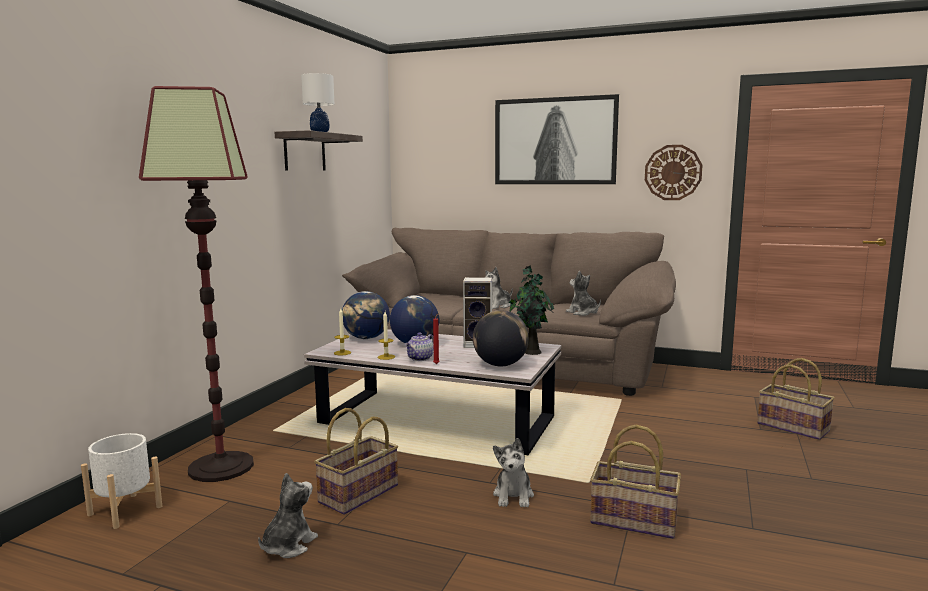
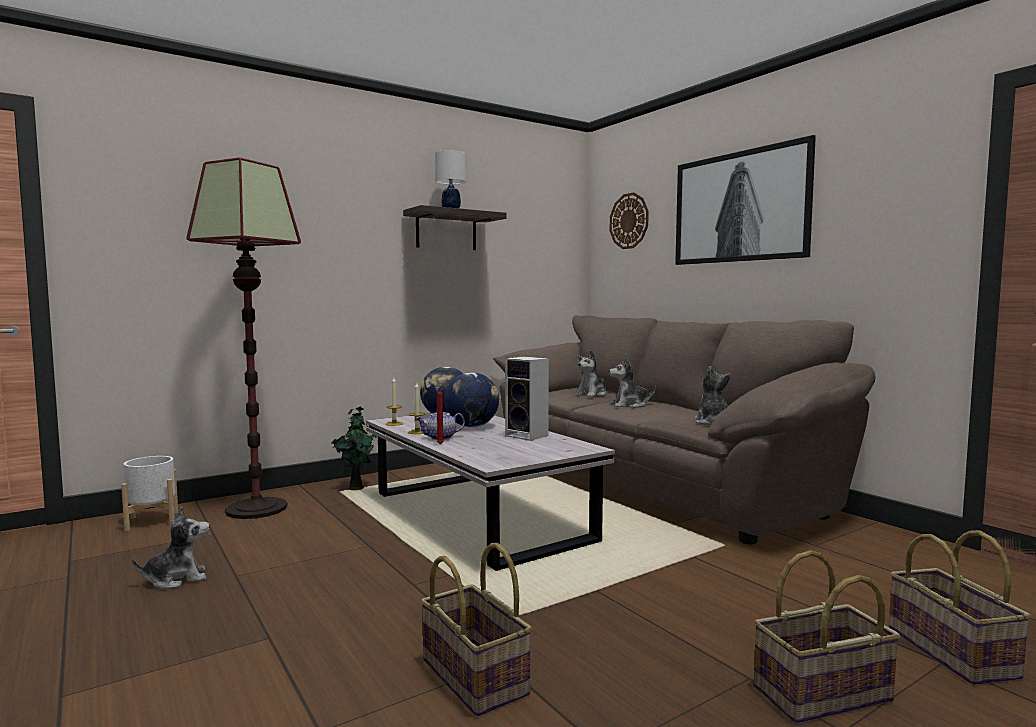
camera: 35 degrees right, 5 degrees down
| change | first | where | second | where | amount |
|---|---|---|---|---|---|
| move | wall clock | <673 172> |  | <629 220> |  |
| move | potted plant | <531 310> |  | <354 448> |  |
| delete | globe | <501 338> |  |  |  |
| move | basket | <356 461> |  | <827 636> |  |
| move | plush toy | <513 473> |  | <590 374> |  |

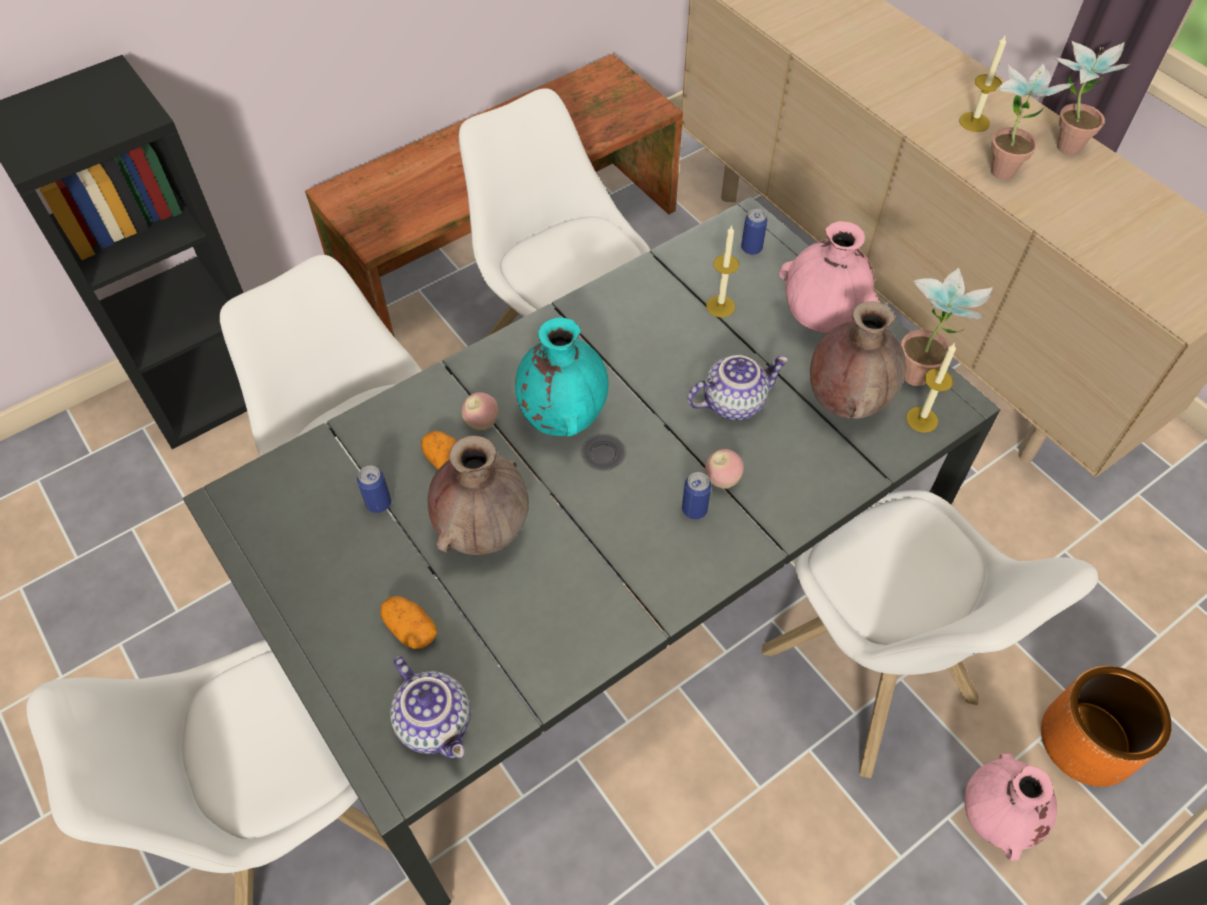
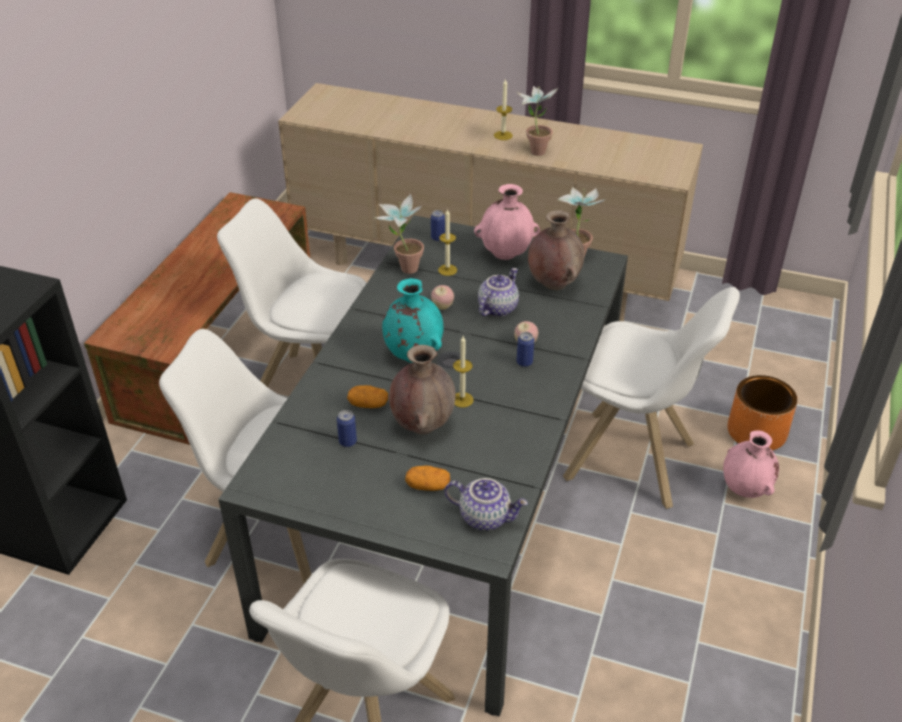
camera: 35 degrees left, 15 degrees down
| change | first | where | second | where | amount |
|---|---|---|---|---|---|
| move | potted plant | <1092 97> |  | <399 233> |  |
| move | candle | <931 387> |  | <463 371> |  |
| move | apple | <480 411> |  | <442 297> |  |

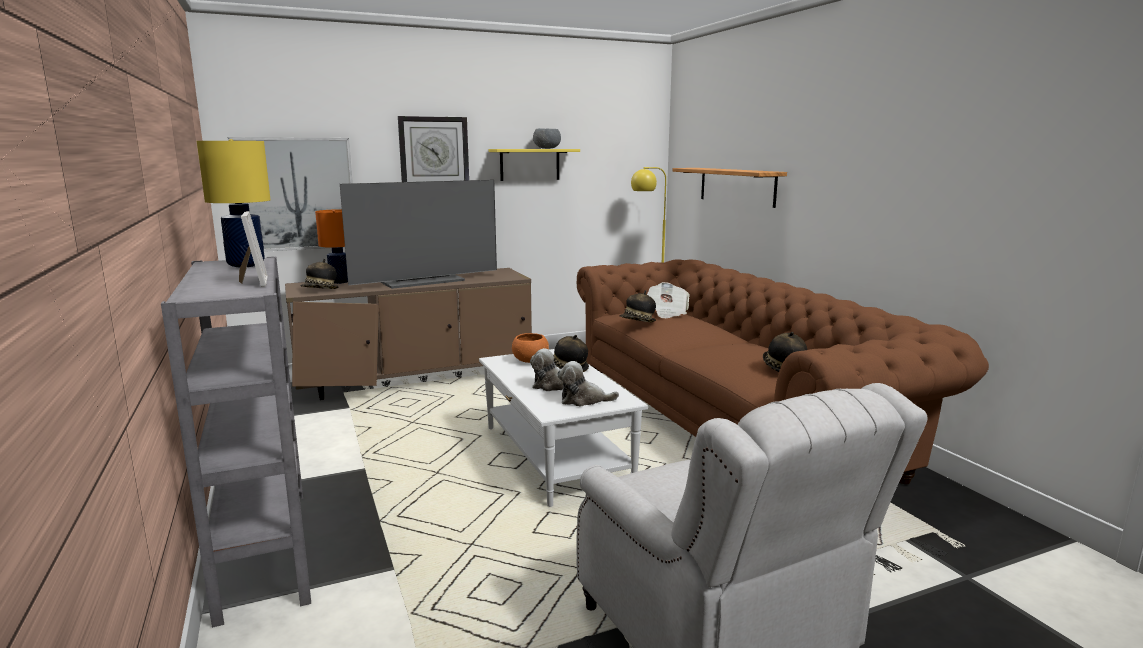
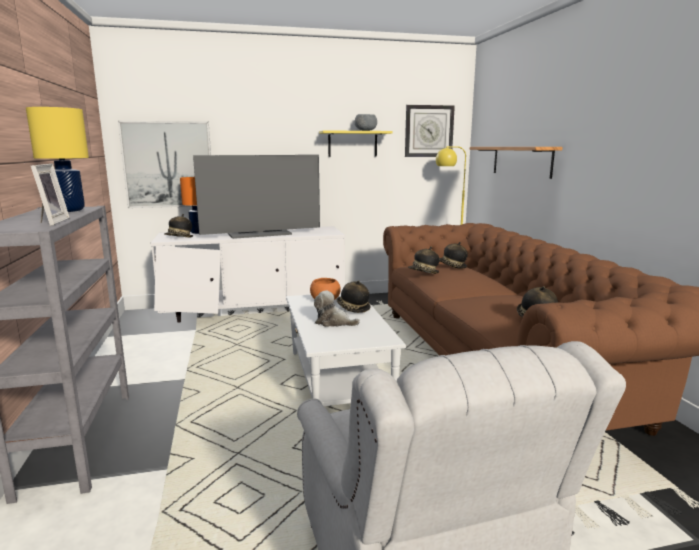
camera: 10 degrees right, 0 degrees up
| change | first | where | second | where | amount |
|---|---|---|---|---|---|
| move | wall clock | <433 149> |  | <430 131> |  |
| recolor | tv stand in brown | <408 334> | tv stand in white | <248 274> |  |
| replace | newspaper | <668 300> | hat | <453 255> |  |
| delete | plush toy | <588 384> |  |  |  |

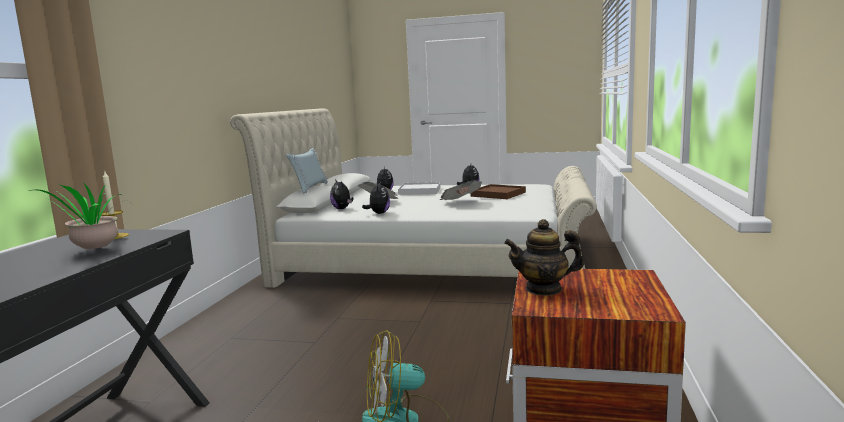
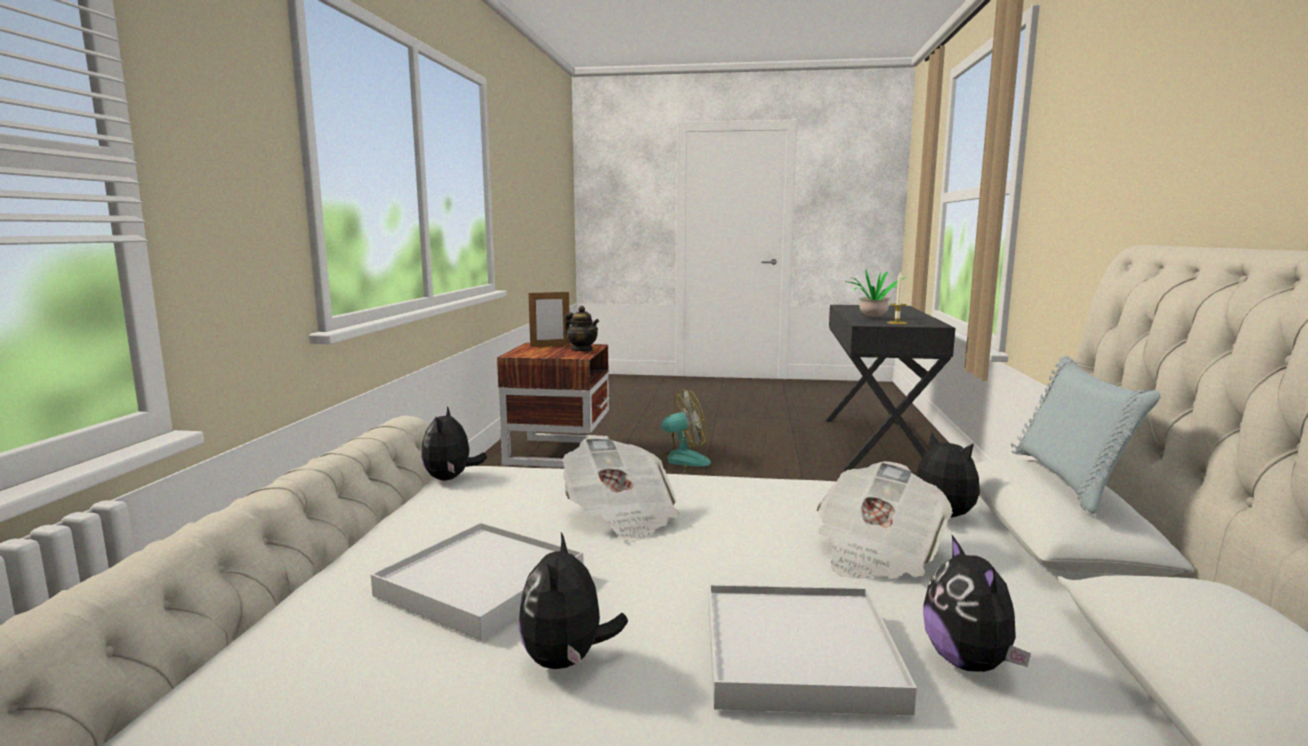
camera: 175 degrees right, 0 degrees up
| change | first | where | second | where | amount |
|---|---|---|---|---|---|
| move | plush toy | <376 197> |  | <454 444> |  |
| recolor | tray in brown | <498 191> | tray in white | <477 581> |  |
| rotate | teapot | <544 257> |  | <582 328> | 45 degrees clockwise |
| insert |  |  | picture frame | <549 318> |  |

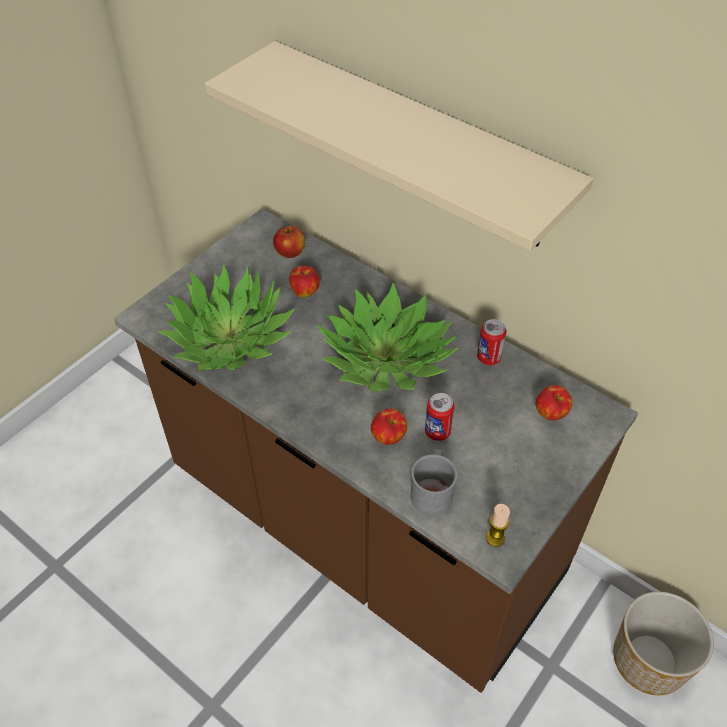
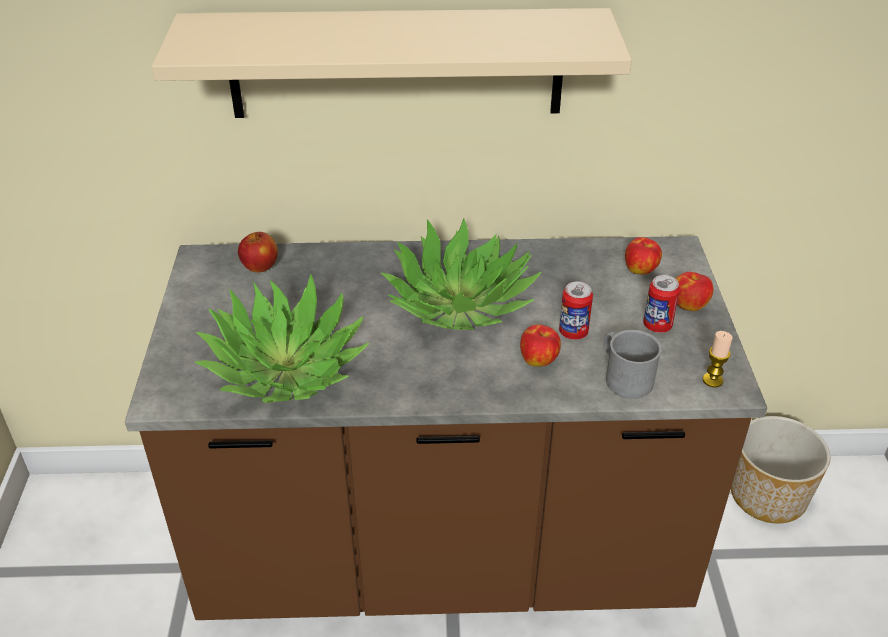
camera: 40 degrees left, 10 degrees down
| change | first | where | second | where | amount |
|---|---|---|---|---|---|
| move | apple | <304 282> |  | <694 291> |  |
| move | can | <492 342> |  | <661 304> |  |

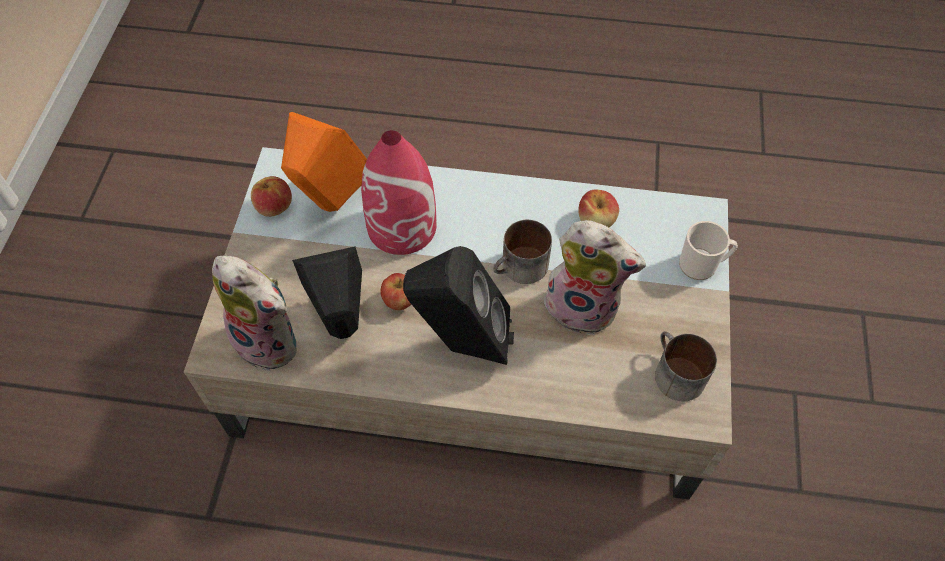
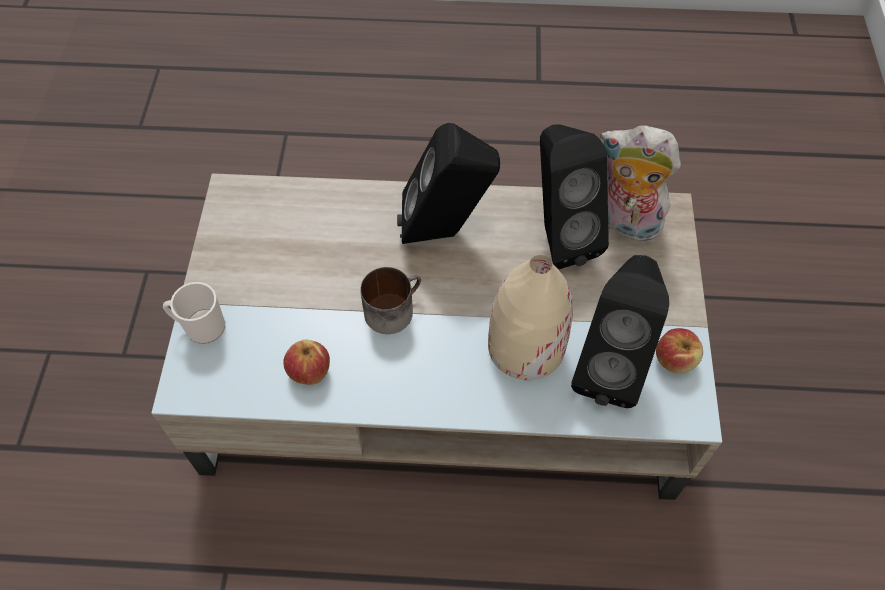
camera: 175 degrees right, 0 degrees up
| change | first | where | second | where | amount |
|---|---|---|---|---|---|
| recolor | speaker in orange | <324 162> | speaker in black | <620 331> |  |
| recolor | vase in red | <399 192> | vase in beige | <530 317> |  |
| delete | plush toy | <593 277> |  |  |  |
| delete | apple | <395 291> |  |  |  |
| delete | mug | <686 366> |  |  |  |

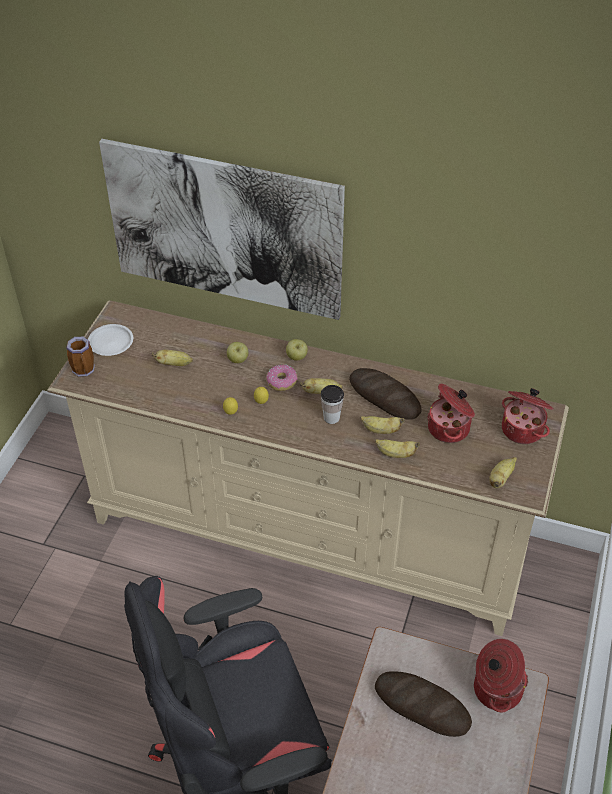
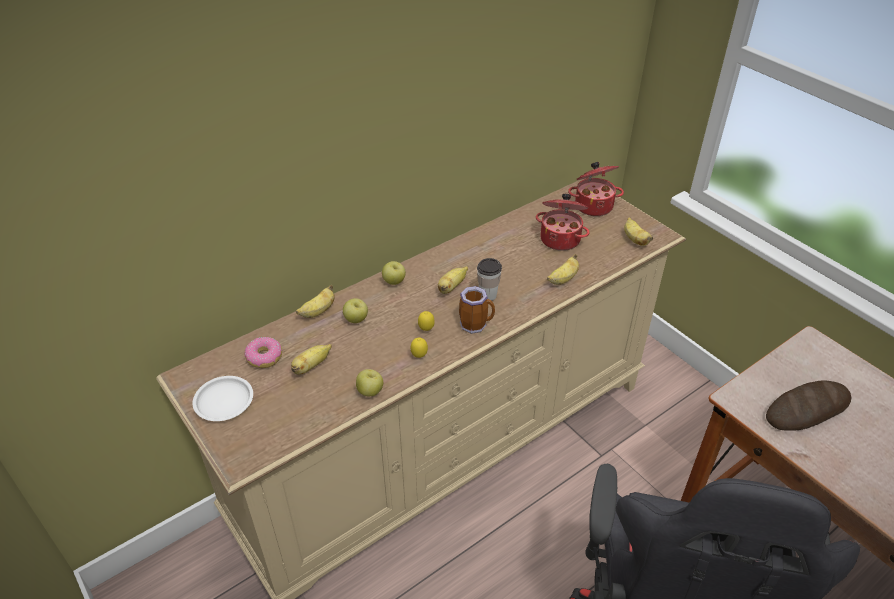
camera: 55 degrees left, 5 degrees down
| change | first | where | second | where | amount |
|---|---|---|---|---|---|
| delete | picture | <222 229> |  |  |  |
| move | mug | <80 357> |  | <477 310> |  |
| move | donut | <282 378> |  | <263 352> |  |
| delete | bread | <385 394> |  |  |  |
| move | banana | <382 425> |  | <315 301> |  |
| delete | cooking pot | <501 676> |  |  |  |
| insert |  |  | apple | <369 382> |  |

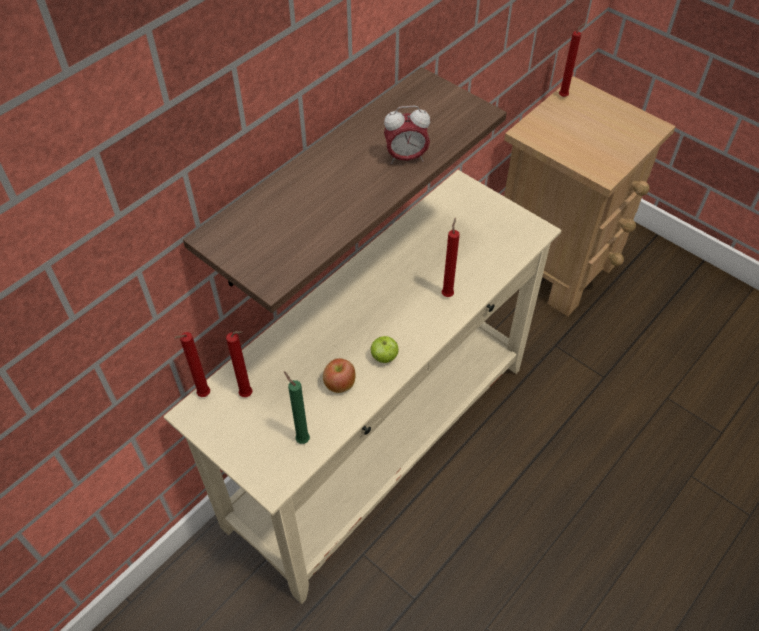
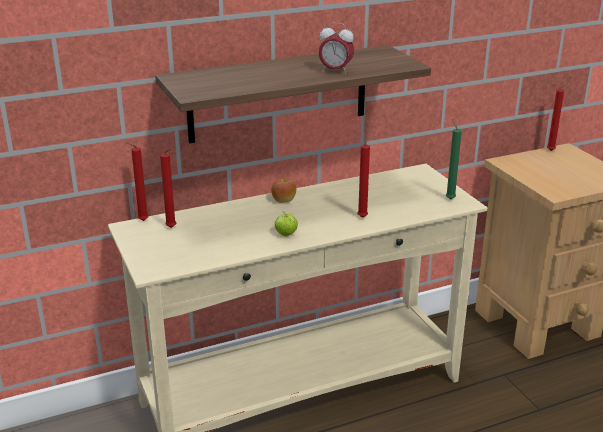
camera: 25 degrees right, 25 degrees down
| change | first | where | second | where | amount |
|---|---|---|---|---|---|
| move | apple | <339 375> |  | <283 190> |  |
| move | candle in green | <297 407> |  | <454 160> |  |

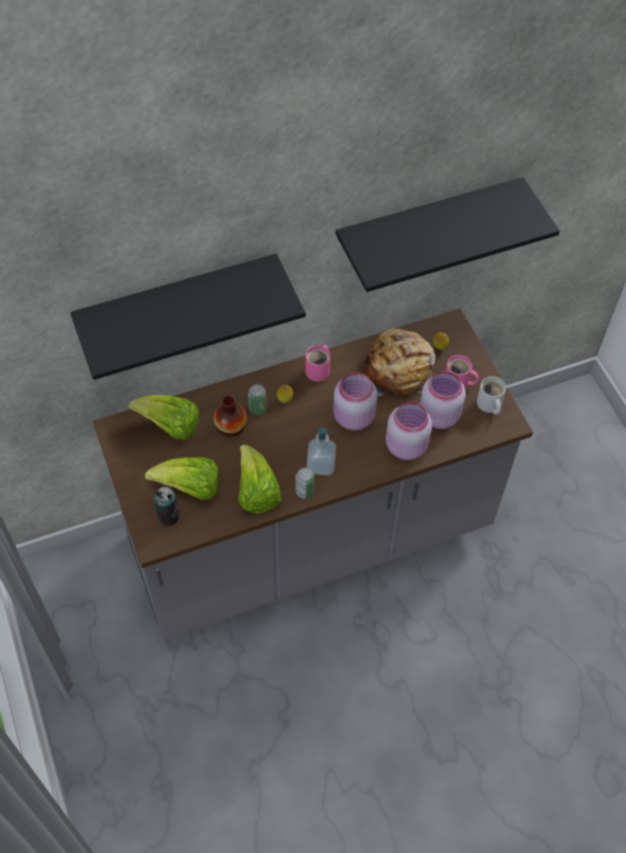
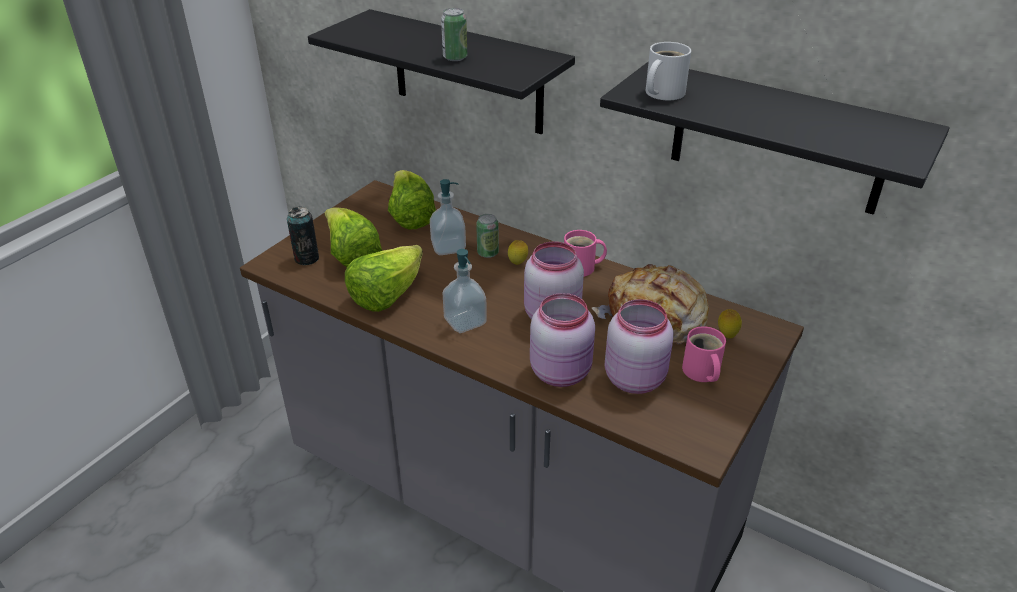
camera: 55 degrees right, 20 degrees down
| change | first | where | second | where | amount |
|---|---|---|---|---|---|
| move | mug in white | <491 395> |  | <668 71> |  |
| replace | vase | <230 416> | soap dispenser | <448 217> |  |
| move | can | <305 483> |  | <454 34> |  |

